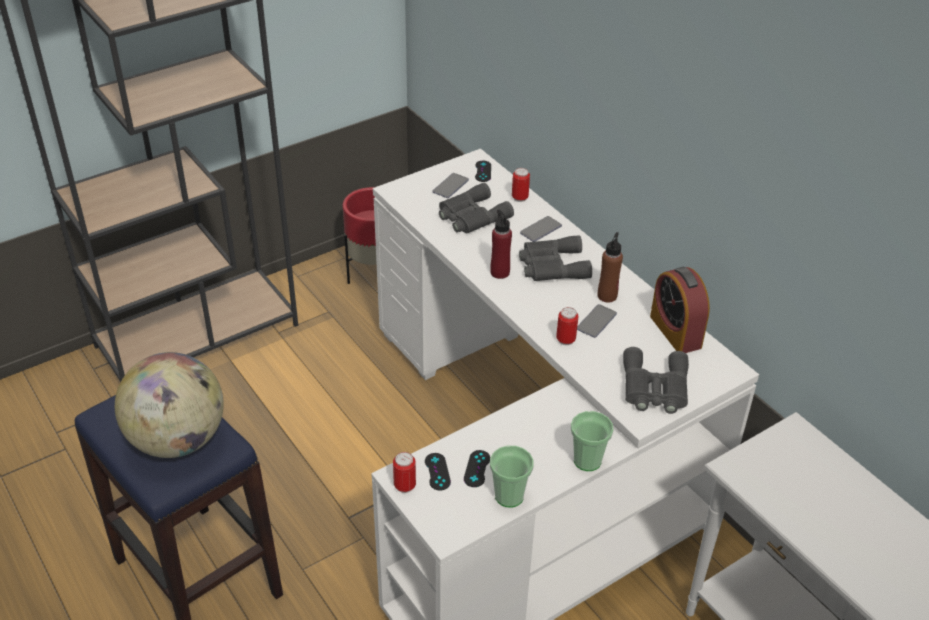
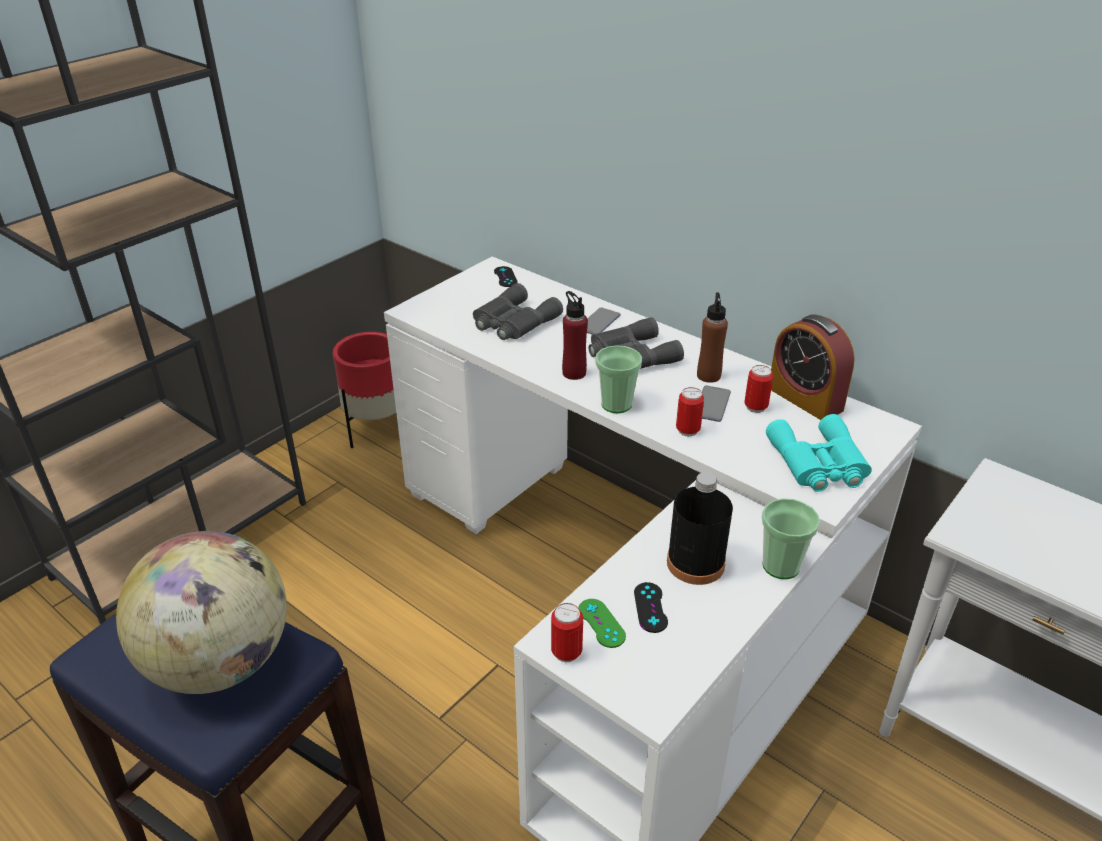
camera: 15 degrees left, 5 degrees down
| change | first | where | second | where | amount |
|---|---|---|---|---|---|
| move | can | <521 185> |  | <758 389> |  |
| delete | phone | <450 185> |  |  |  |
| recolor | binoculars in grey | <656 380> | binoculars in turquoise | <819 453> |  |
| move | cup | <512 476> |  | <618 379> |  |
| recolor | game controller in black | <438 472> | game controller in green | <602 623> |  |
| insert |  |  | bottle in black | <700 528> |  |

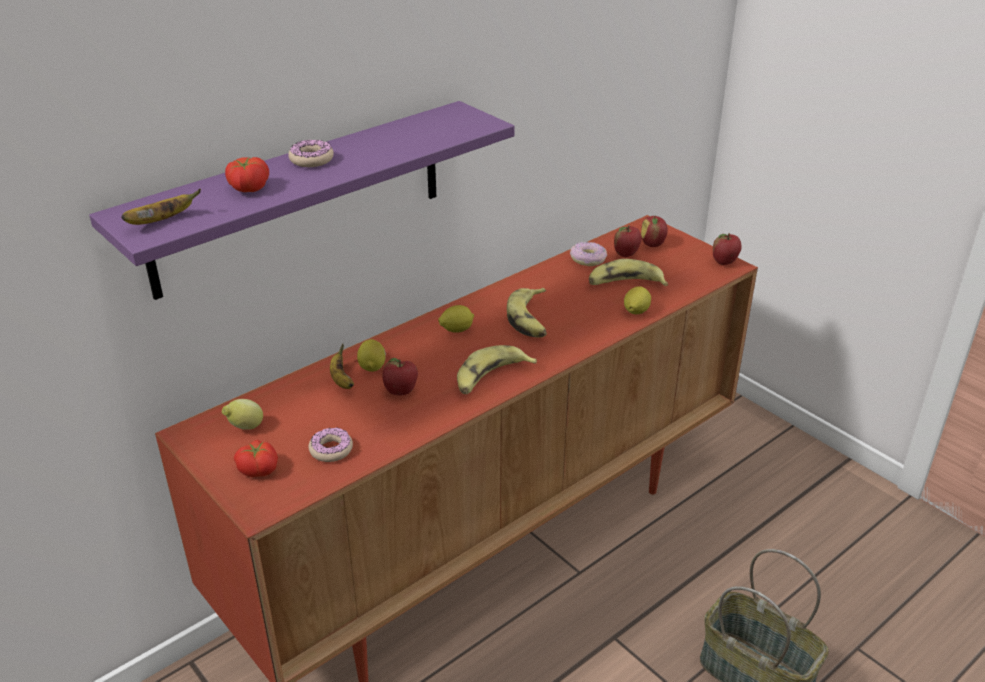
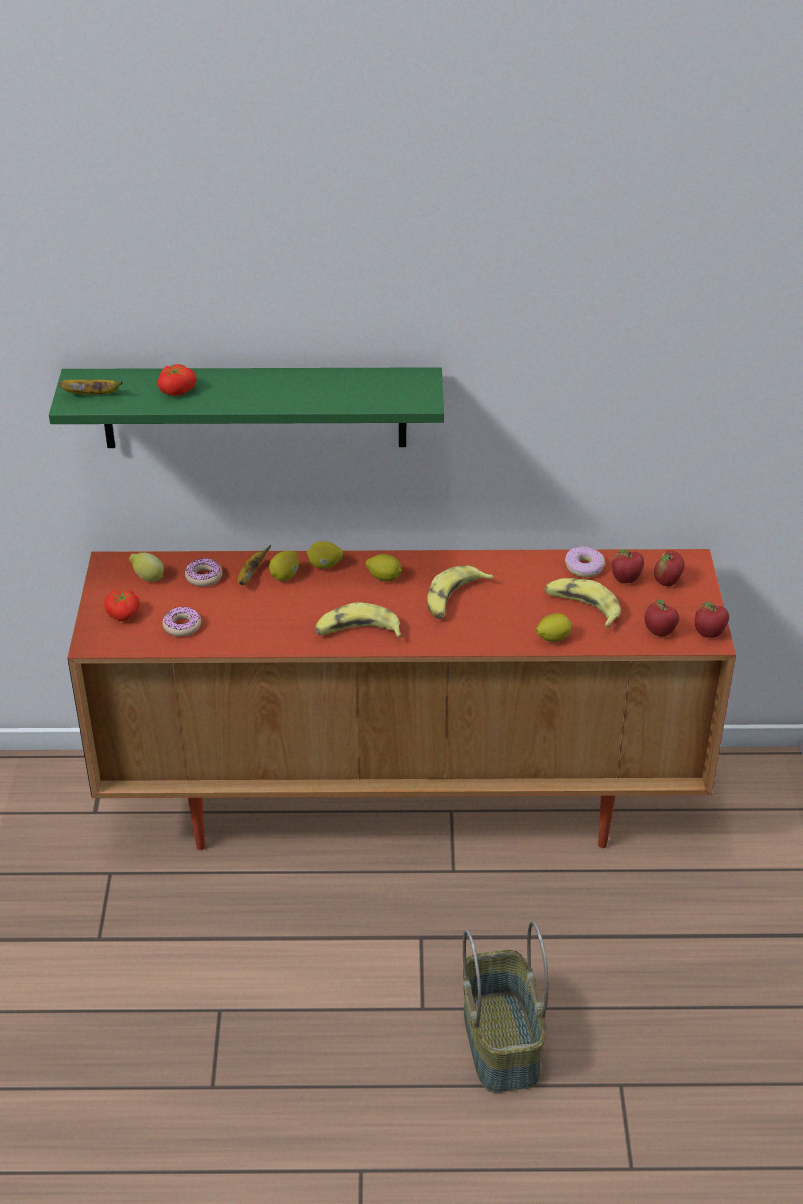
camera: 40 degrees right, 5 degrees up
| change | first | where | second | where | amount |
|---|---|---|---|---|---|
| recolor | shelf in purple | <302 200> | shelf in green | <246 407> |  |
| move | donut | <311 153> |  | <203 572> |  |
| move | apple | <400 376> |  | <661 617> |  |
| insert |  |  | lemon | <325 555> |  |

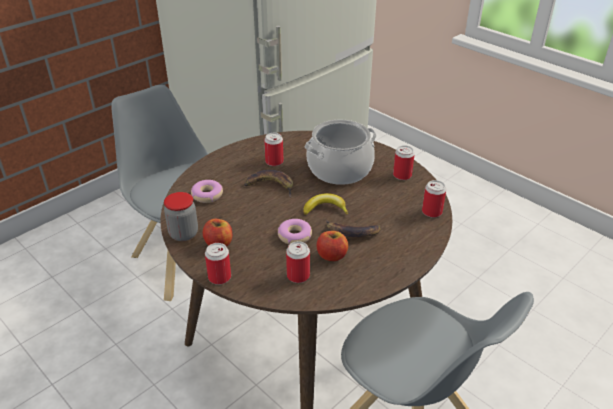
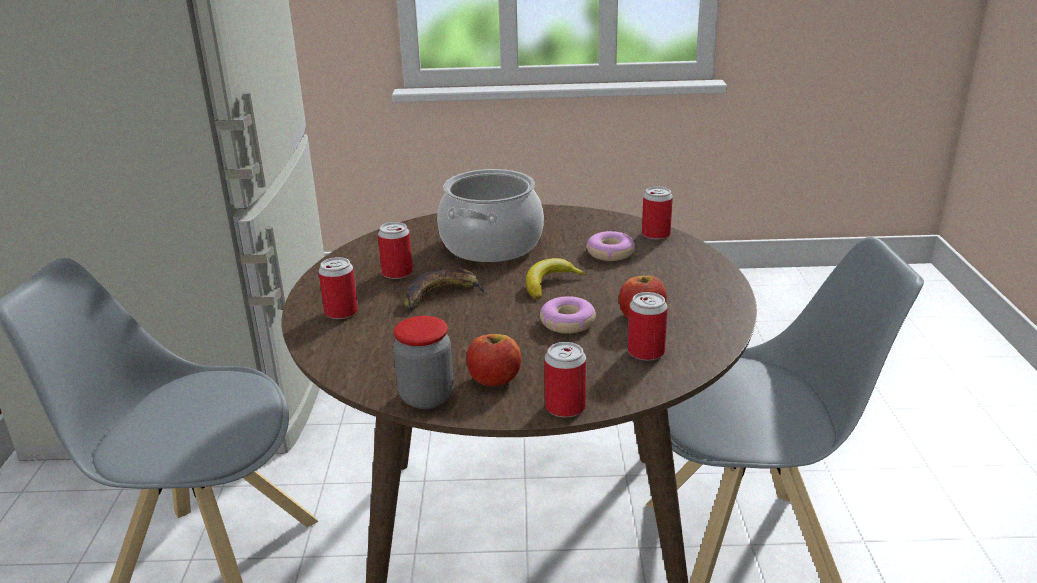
camera: 45 degrees left, 10 degrees down
| change | first | where | second | where | amount |
|---|---|---|---|---|---|
| move | can | <404 162> |  | <338 288> |  |
| move | donut | <207 191> |  | <610 246> |  |
| delete | banana | <353 228> |  |  |  |

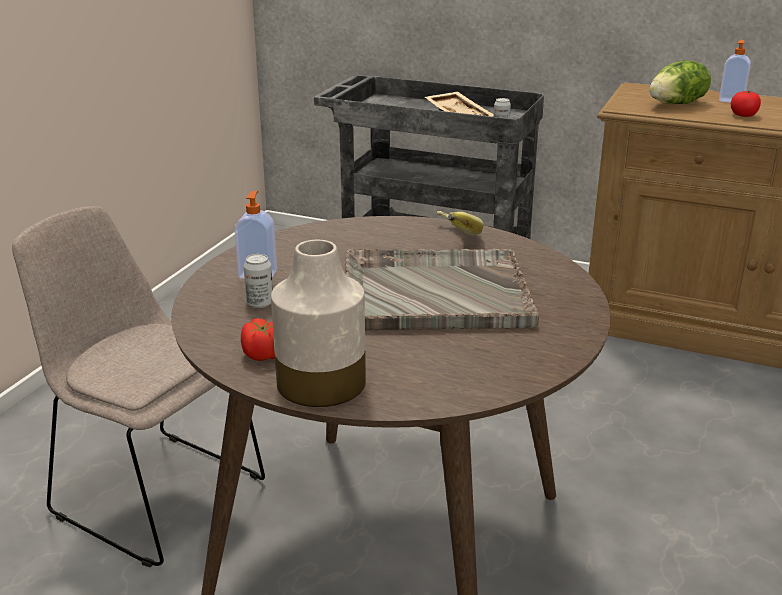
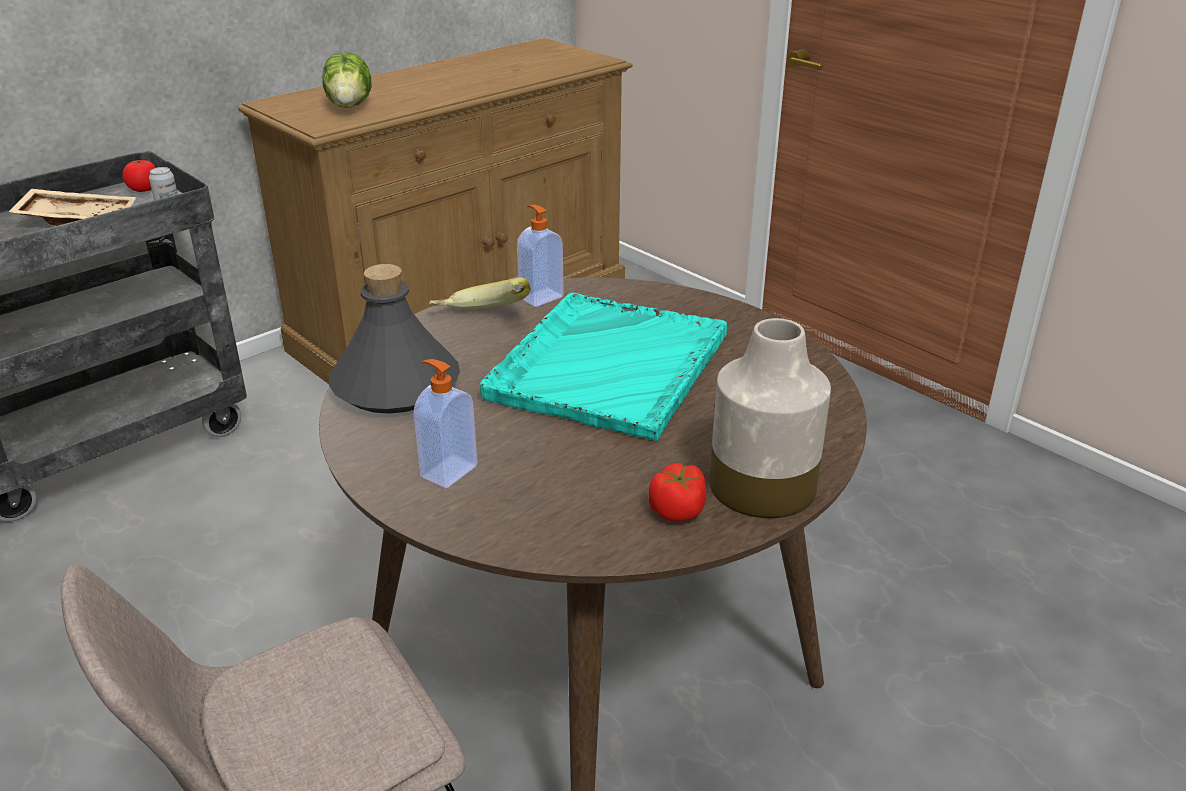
camera: 65 degrees left, 5 degrees up
| change | first | where | second | where | amount |
|---|---|---|---|---|---|
| move | soap dispenser | <735 71> |  | <540 256> |  |
| move | tomato | <746 104> |  | <139 176> |  |
| recolor | tray in grey | <442 290> | tray in turquoise | <603 367> |  |
| delete | can | <258 281> |  |  |  |
| insert |  |  | bottle in grey | <394 339> |  |

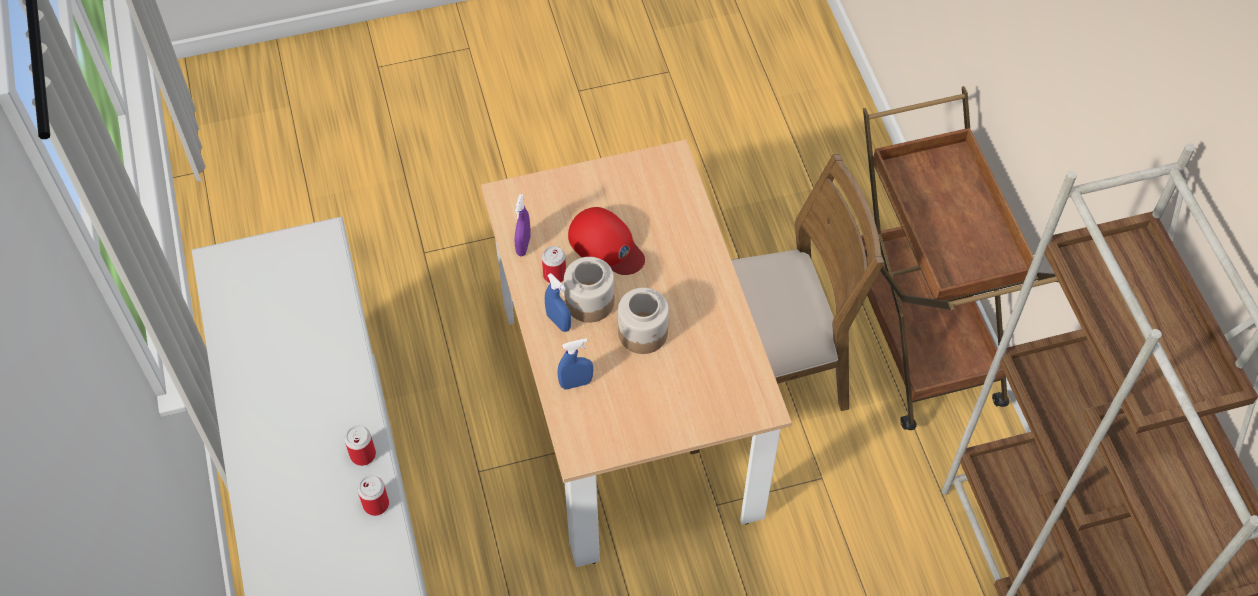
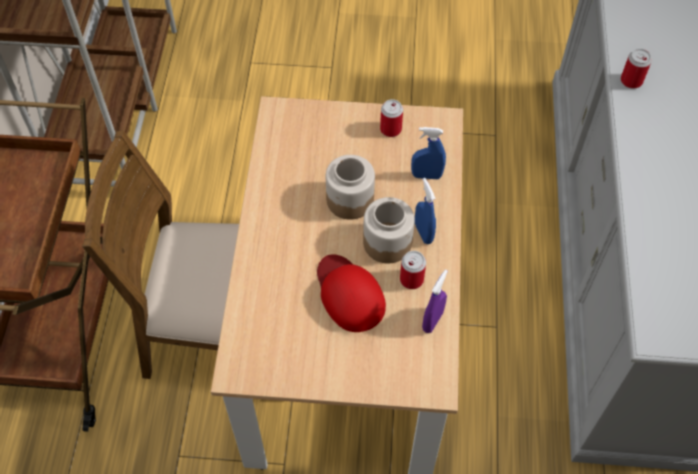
camera: 160 degrees left, 0 degrees up
| change | first | where | second | where | amount |
|---|---|---|---|---|---|
| move | can | <360 446> |  | <391 118> |  |

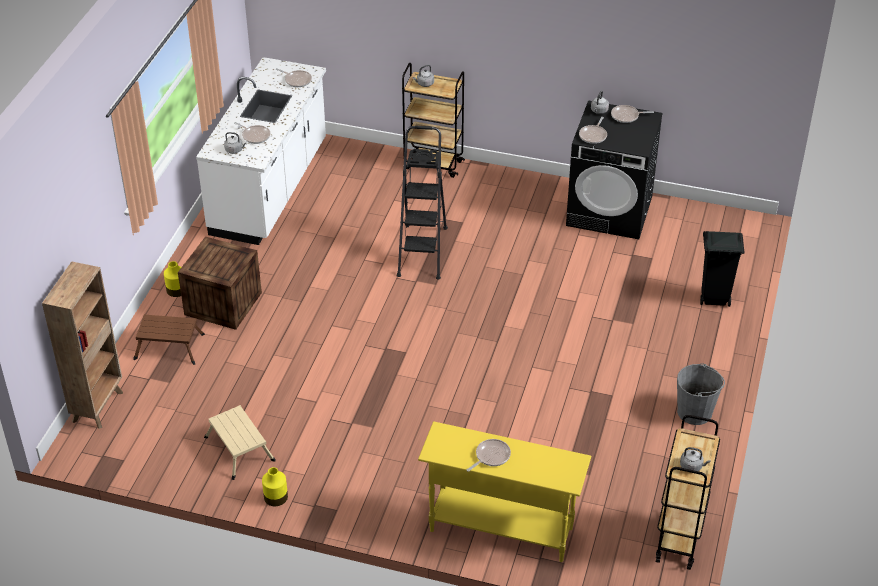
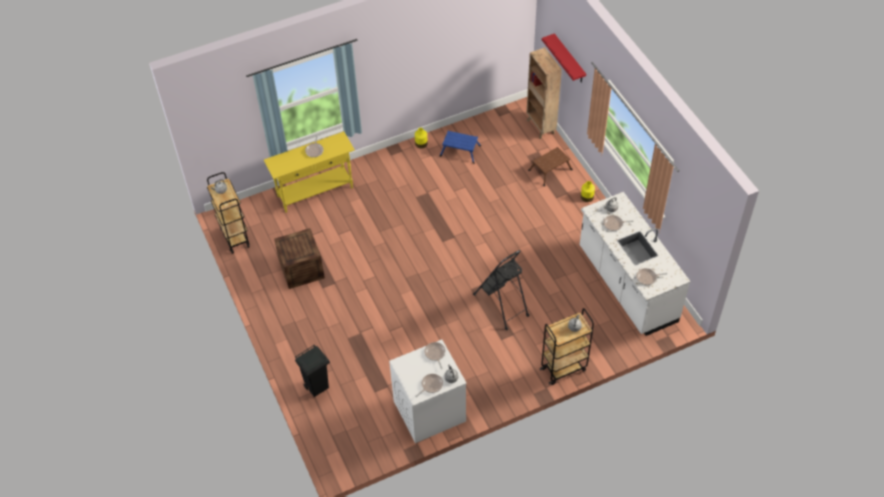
camera: 140 degrees right, 10 degrees up
| change | first | where | second | where | amount |
|---|---|---|---|---|---|
| recolor | washing machine in black | <614 169> | washing machine in white | <428 391> |  |
| move | crate | <220 283> |  | <299 258> |  |
| delete | bucket in grey | <701 394> |  |  |  |
| recolor | step ladder in beige | <240 442> | step ladder in blue | <460 147> |  |
| insert |  |  | shelf in red | <564 58> |  |

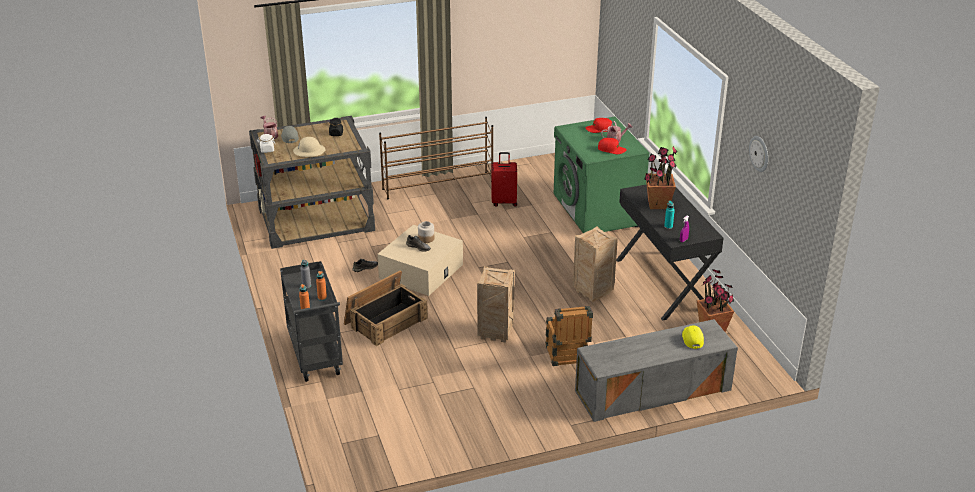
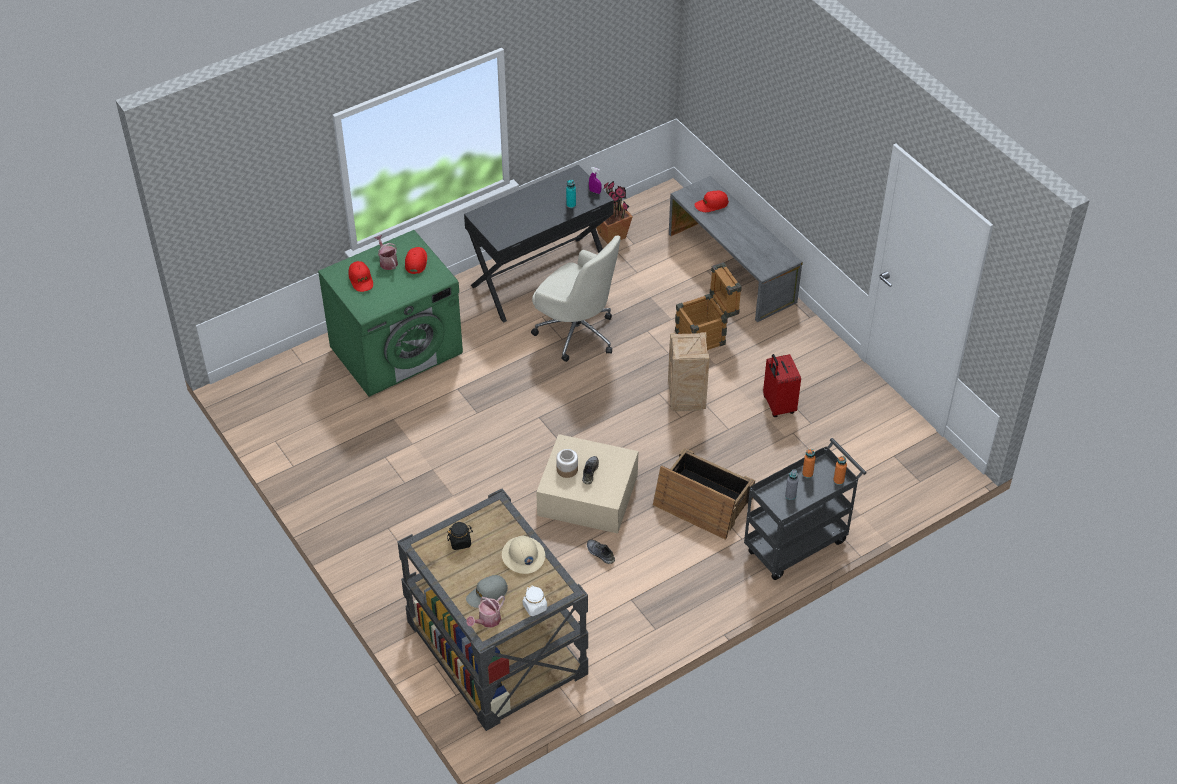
camera: 105 degrees left, 15 degrees up
| change | first | where | second | where | amount |
|---|---|---|---|---|---|
| delete | shoe rack in brown | <436 158> |  |  |  |
| delete | wall clock | <758 154> |  |  |  |
| delete | potted plant | <661 177> |  |  |  |
| move | suitcase in red | <504 179> |  | <782 385> |  |
| replace | crate | <595 264> | office chair in beige | <576 299> |  |
| recolor | cap in yellow | <693 337> | cap in red | <711 201> |  |

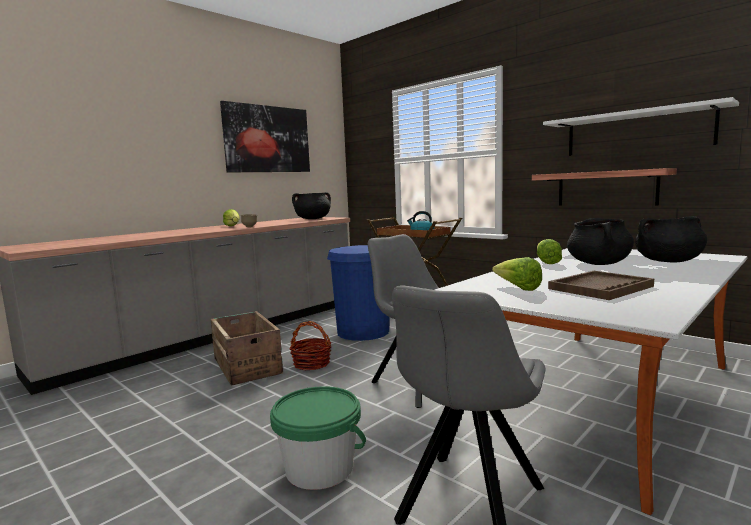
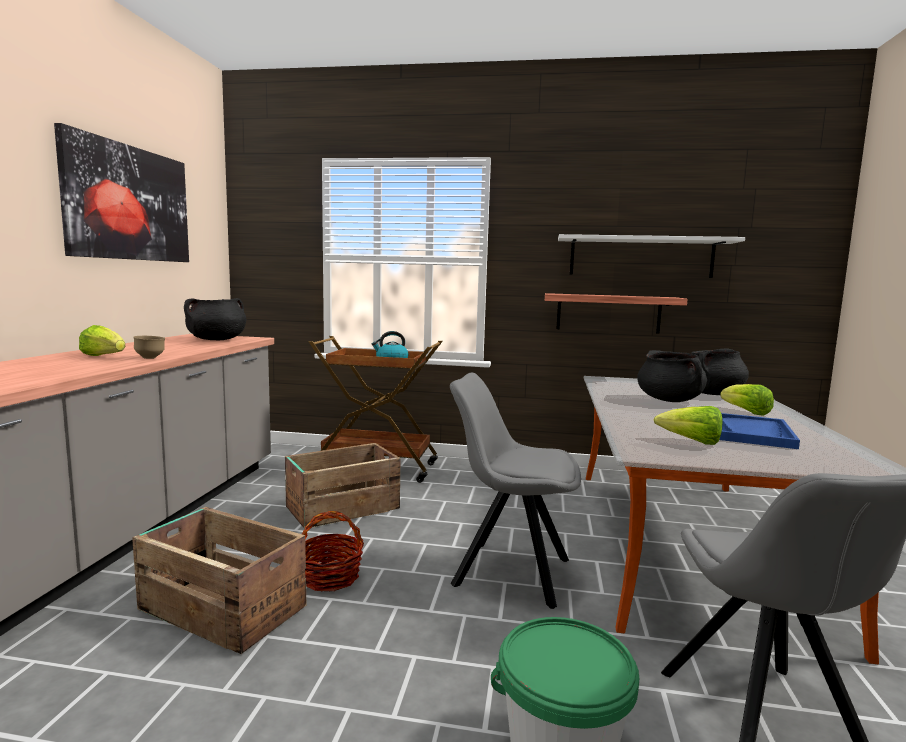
camera: 35 degrees left, 0 degrees up
| change | first | where | second | where | amount |
|---|---|---|---|---|---|
| move | lettuce | <549 251> |  | <747 400> |  |
| replace | trash can in blue | <358 293> | crate | <342 486> |  |
| recolor | tray in brown | <601 285> | tray in blue | <759 431> |  |

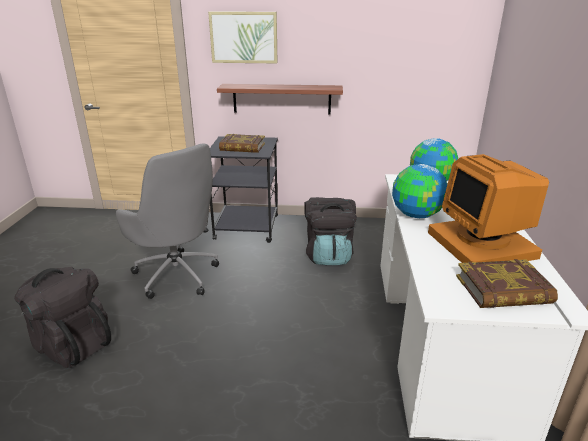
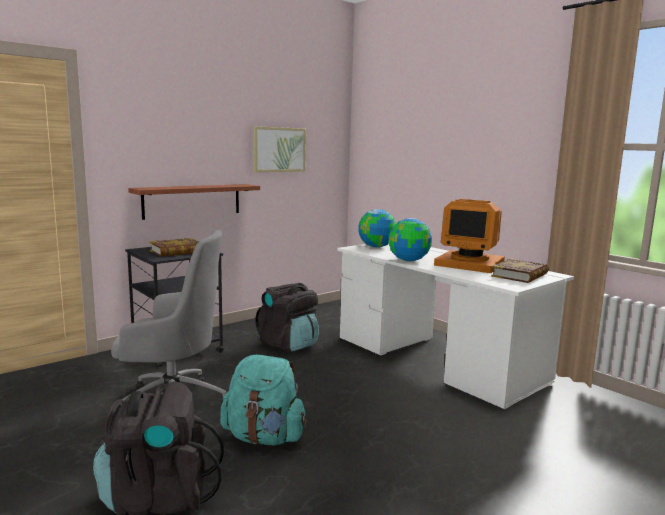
camera: 45 degrees left, 15 degrees down
| change | first | where | second | where | amount |
|---|---|---|---|---|---|
| move | picture | <242 37> |  | <279 149> |  |
| insert |  |  | backpack in turquoise | <263 400> |  |

